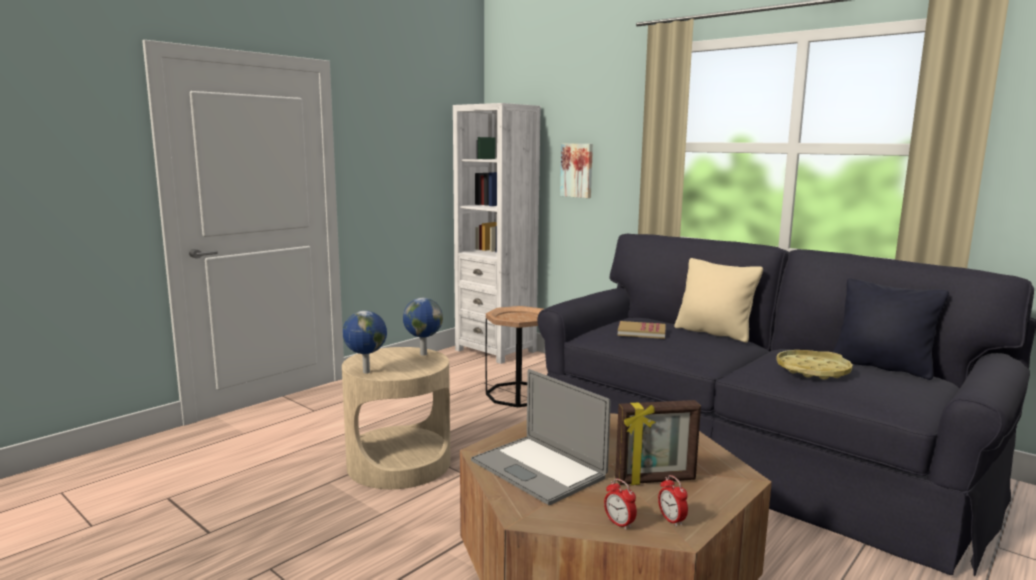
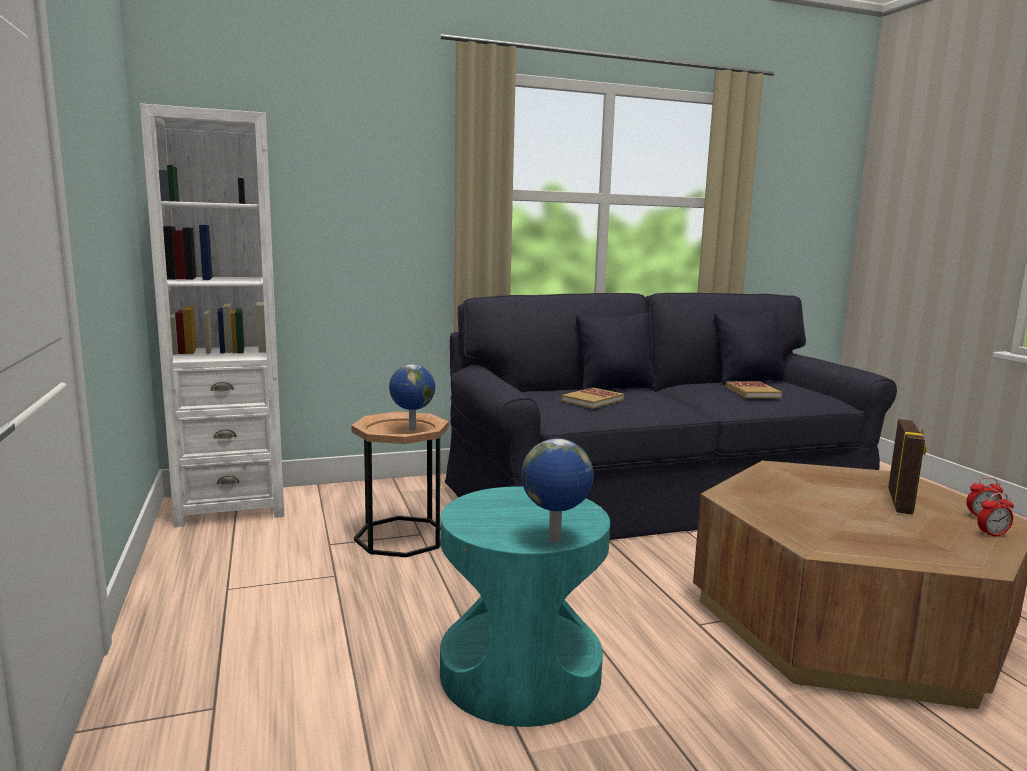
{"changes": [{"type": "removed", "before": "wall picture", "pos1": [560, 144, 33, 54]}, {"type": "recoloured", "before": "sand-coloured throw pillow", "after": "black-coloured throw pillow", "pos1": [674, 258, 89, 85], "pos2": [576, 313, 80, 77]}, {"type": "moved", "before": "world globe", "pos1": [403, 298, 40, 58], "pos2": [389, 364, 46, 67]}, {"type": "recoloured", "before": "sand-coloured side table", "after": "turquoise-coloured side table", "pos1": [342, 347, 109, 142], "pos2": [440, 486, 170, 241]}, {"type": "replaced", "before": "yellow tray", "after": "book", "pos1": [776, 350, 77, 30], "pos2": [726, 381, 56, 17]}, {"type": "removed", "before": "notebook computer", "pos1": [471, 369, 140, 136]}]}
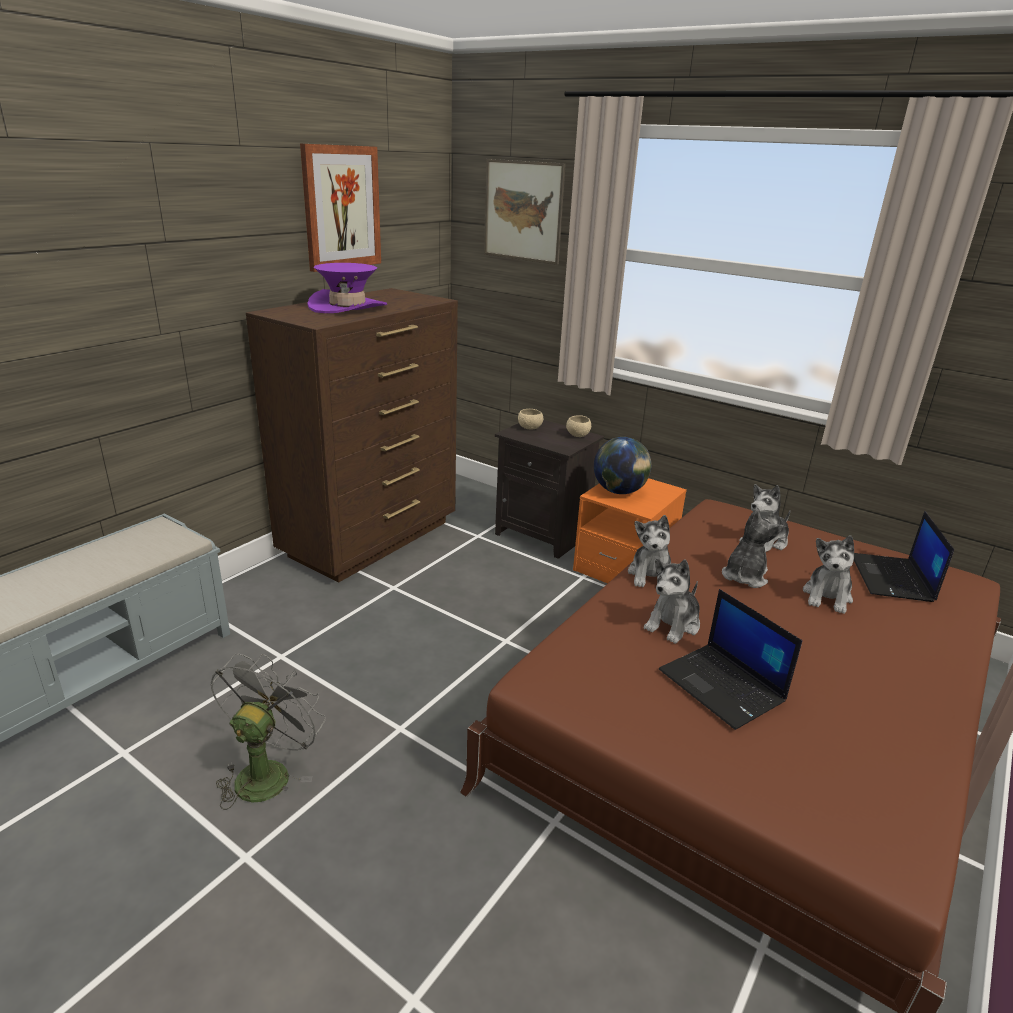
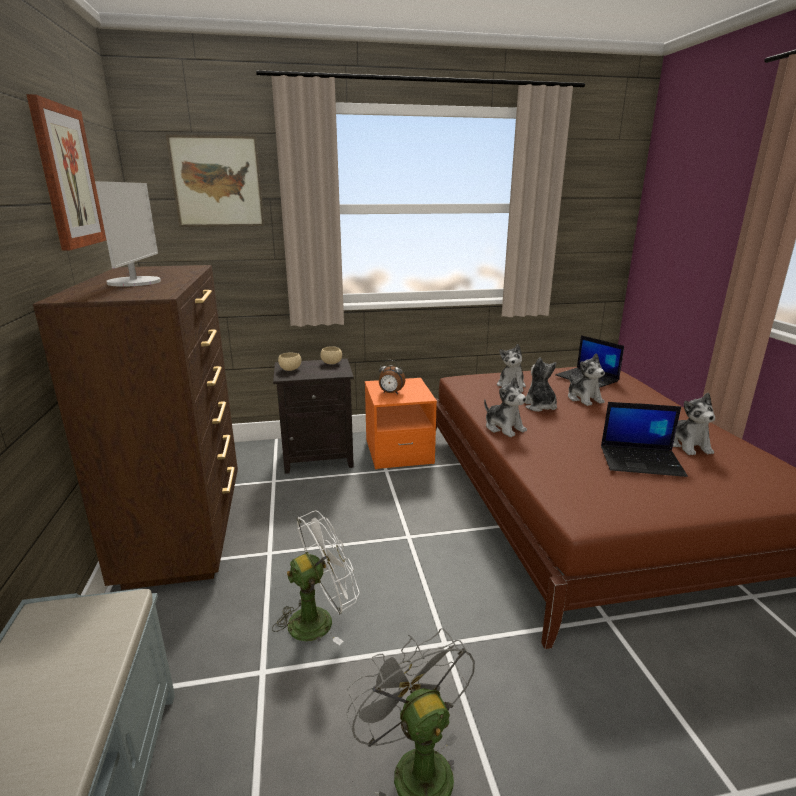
{"changes": [{"type": "replaced", "before": "purple clothing hat", "after": "computer screen", "pos1": [307, 263, 80, 50], "pos2": [95, 181, 66, 106]}, {"type": "replaced", "before": "world globe", "after": "table clock", "pos1": [594, 437, 58, 57], "pos2": [379, 360, 26, 34]}, {"type": "moved", "before": "cuddly toy", "pos1": [644, 558, 56, 86], "pos2": [673, 393, 42, 62]}, {"type": "added", "after": "whitish electric fan", "pos2": [272, 510, 88, 135]}]}
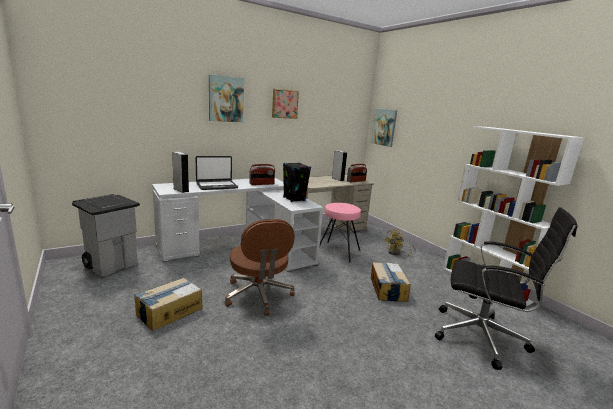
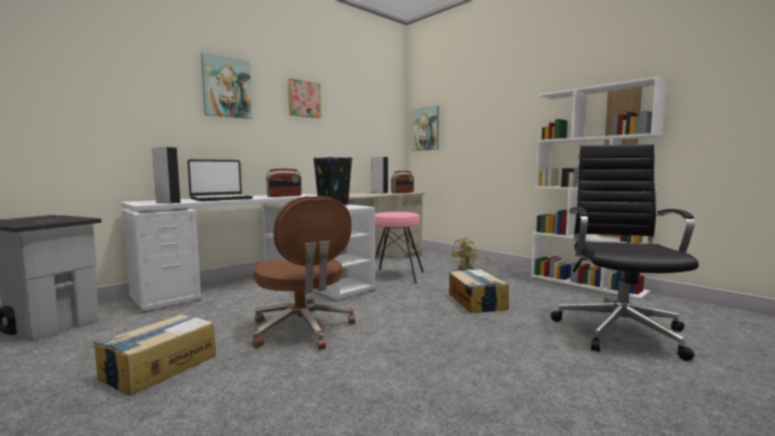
{"changes": [{"type": "turned", "before": "black-coloured computer chair", "pos1": [435, 207, 143, 163], "pos2": [551, 144, 148, 217], "turn": -90}]}
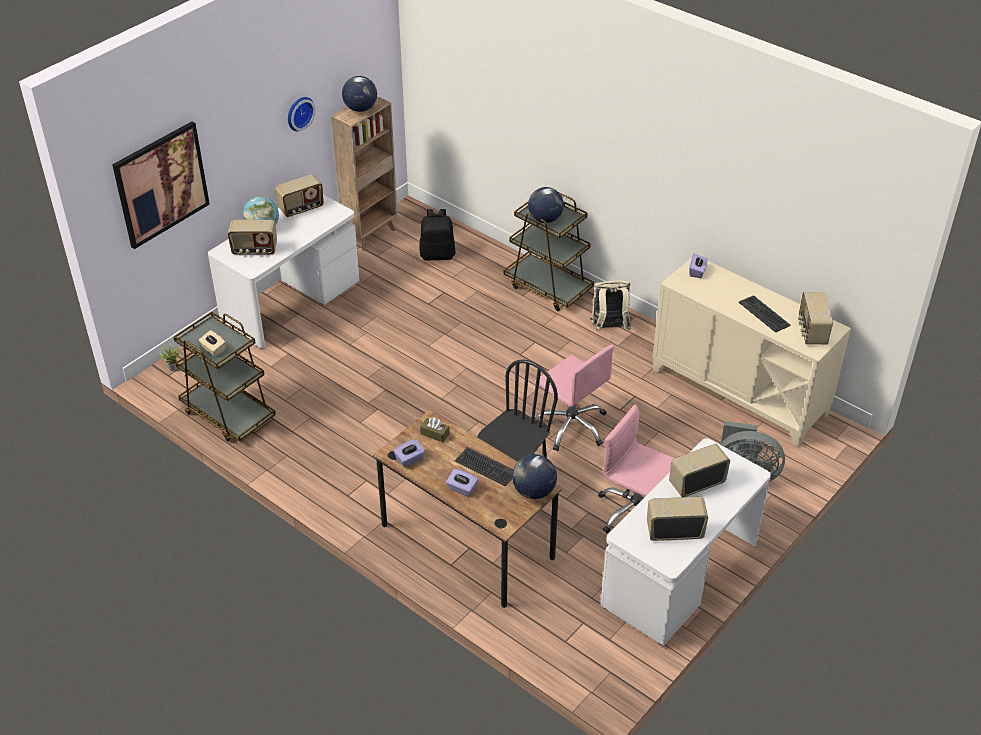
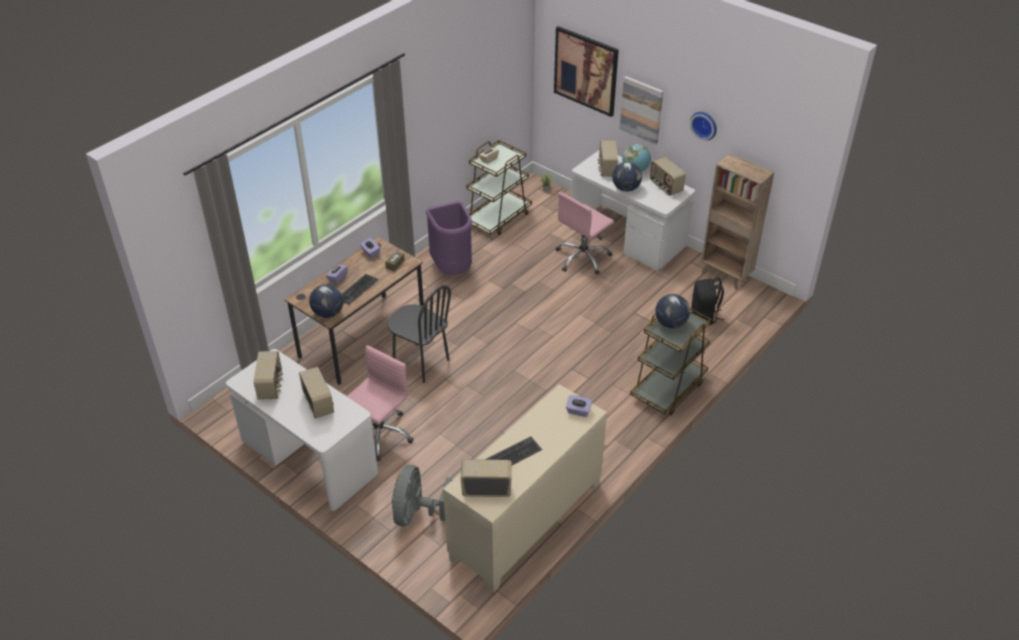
{"changes": [{"type": "moved", "before": "world globe", "pos1": [342, 76, 35, 36], "pos2": [612, 162, 30, 30]}, {"type": "removed", "before": "sand-coloured backpack", "pos1": [590, 280, 41, 52]}, {"type": "moved", "before": "pink-coloured computer chair", "pos1": [534, 345, 80, 106], "pos2": [556, 192, 58, 83]}, {"type": "added", "after": "wall picture", "pos2": [620, 76, 43, 69]}, {"type": "added", "after": "purple rubbish bin", "pos2": [426, 201, 46, 74]}]}
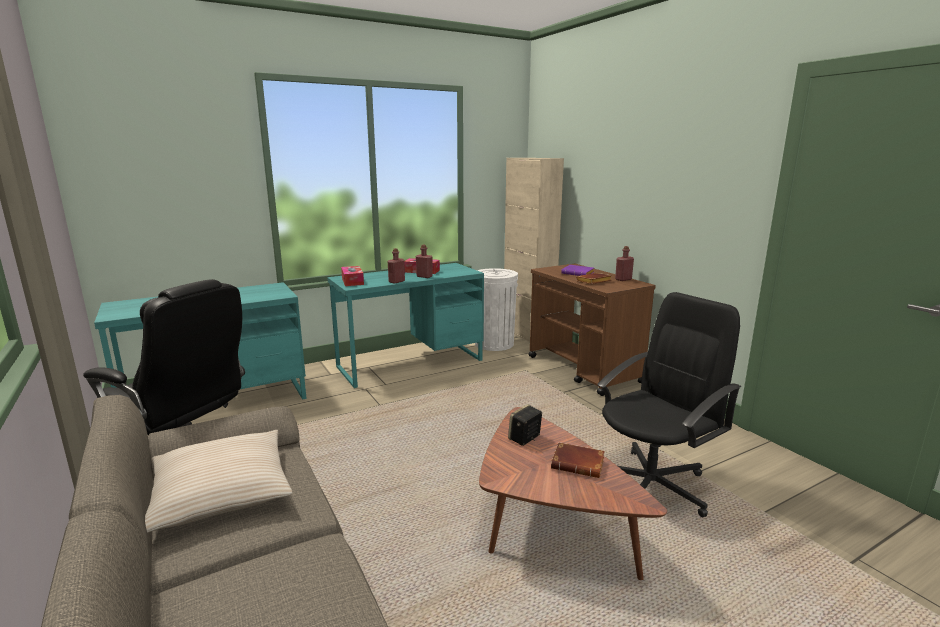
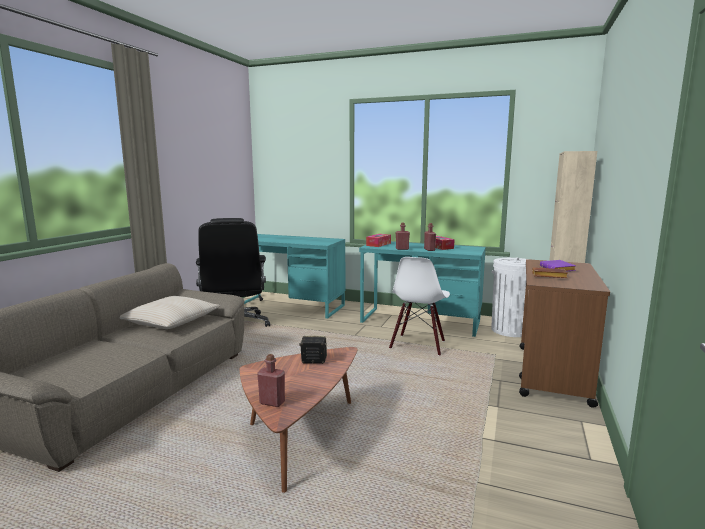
{"changes": [{"type": "moved", "before": "reddish drink bottle", "pos1": [615, 246, 19, 35], "pos2": [257, 354, 28, 53]}, {"type": "removed", "before": "black-coloured computer chair", "pos1": [597, 292, 144, 225]}, {"type": "removed", "before": "brown-coloured book", "pos1": [551, 442, 54, 36]}, {"type": "added", "after": "whitish upright chair", "pos2": [389, 257, 61, 99]}]}
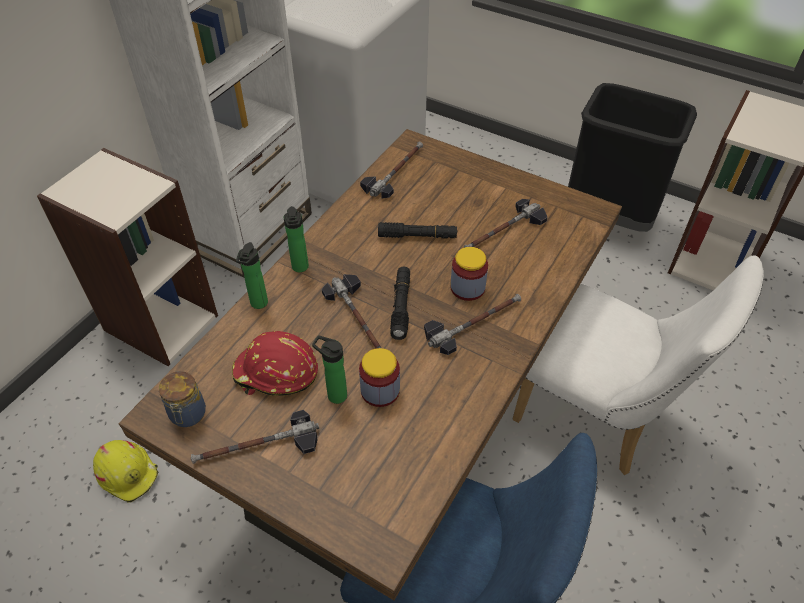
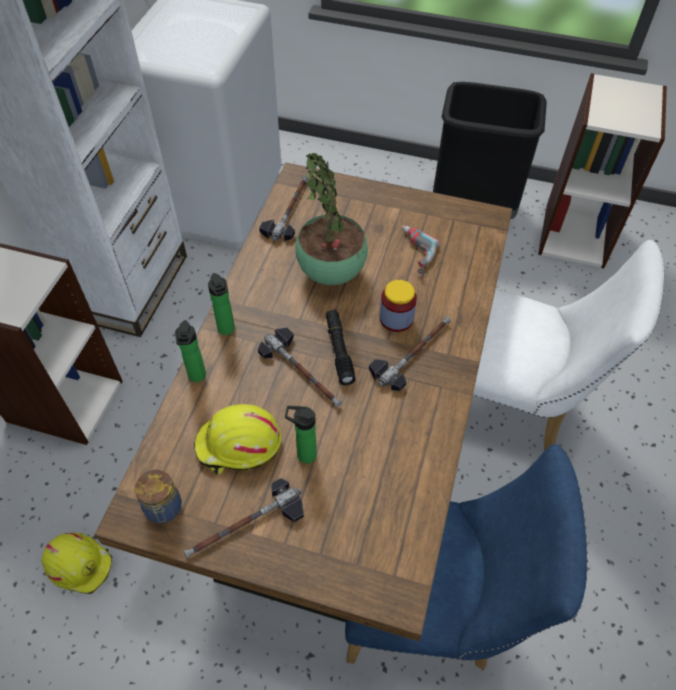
{"changes": [{"type": "replaced", "before": "hammer", "after": "power drill", "pos1": [464, 199, 84, 49], "pos2": [402, 226, 38, 53]}, {"type": "replaced", "before": "black-coloured flashlight", "after": "plant in a pot", "pos1": [378, 222, 79, 16], "pos2": [296, 153, 72, 132]}, {"type": "recoloured", "before": "reddish hard hat", "after": "yellow hard hat", "pos1": [232, 331, 86, 65], "pos2": [194, 404, 88, 70]}, {"type": "removed", "before": "storage jar", "pos1": [359, 348, 41, 59]}]}
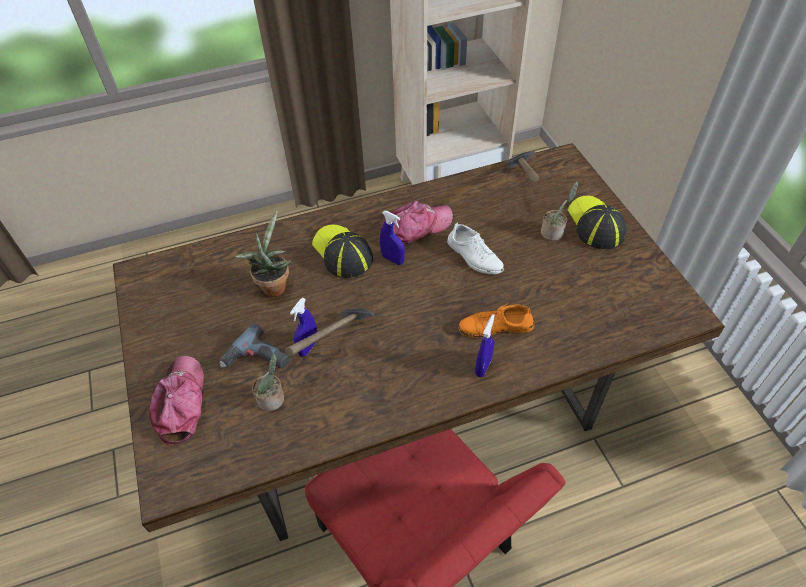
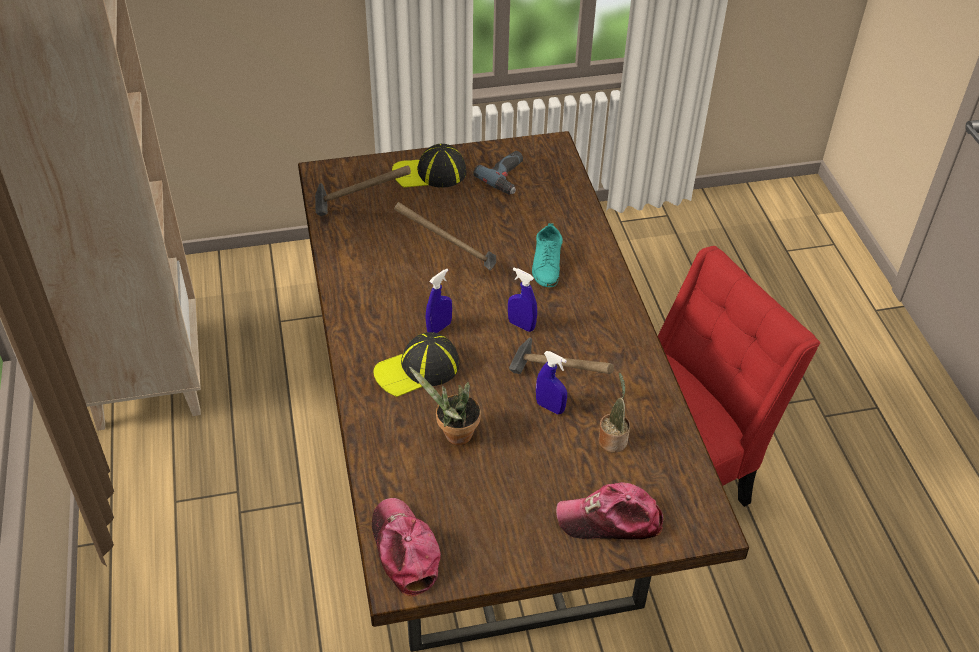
{"changes": [{"type": "removed", "before": "plant in a pot", "pos1": [541, 181, 37, 60]}, {"type": "moved", "before": "cap", "pos1": [379, 201, 74, 44], "pos2": [372, 498, 69, 98]}, {"type": "replaced", "before": "whitish item of footwear", "after": "hammer", "pos1": [447, 223, 57, 51], "pos2": [394, 202, 102, 68]}, {"type": "recoloured", "before": "orangey item of footwear", "after": "turquoise-coloured item of footwear", "pos1": [458, 303, 76, 35], "pos2": [532, 223, 31, 64]}, {"type": "moved", "before": "blue spray bottle", "pos1": [475, 314, 20, 63], "pos2": [508, 267, 29, 65]}, {"type": "moved", "before": "power drill", "pos1": [220, 323, 70, 46], "pos2": [473, 151, 50, 44]}]}
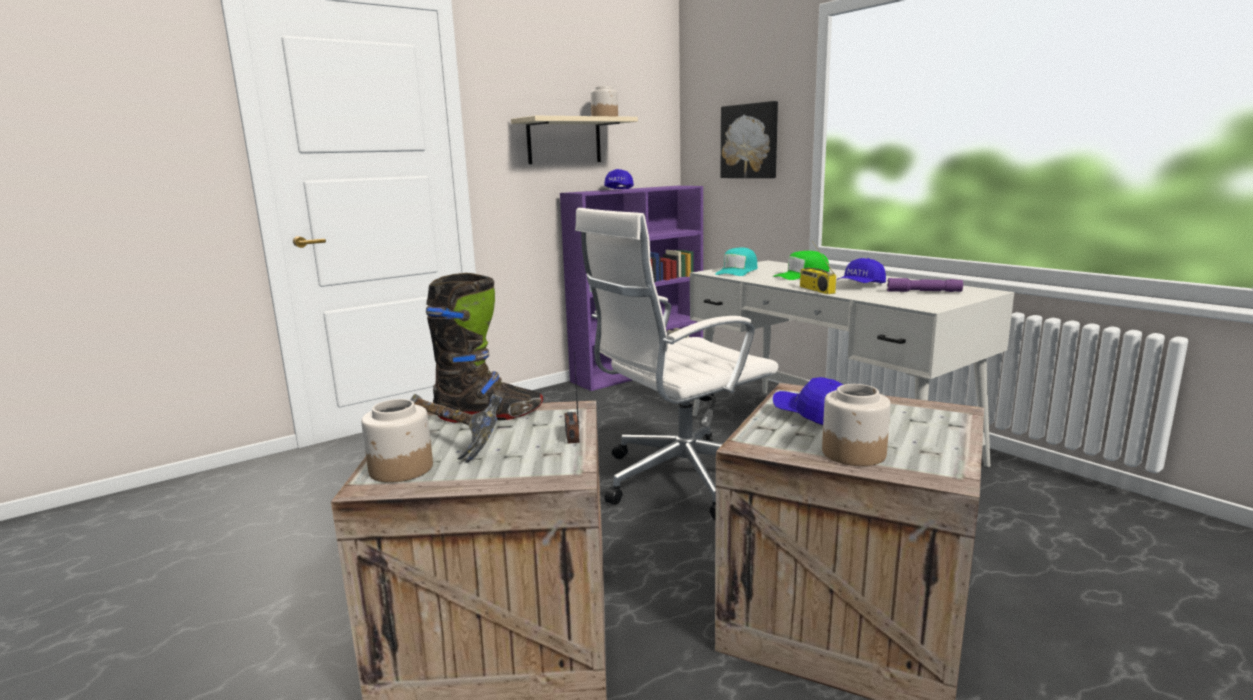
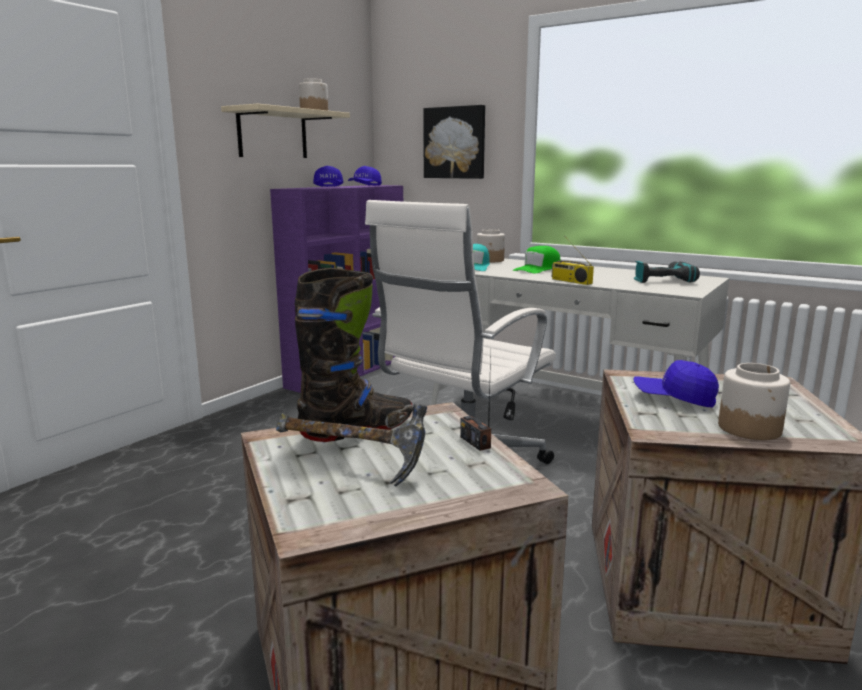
{"changes": [{"type": "moved", "before": "blue cap", "pos1": [837, 258, 49, 25], "pos2": [348, 166, 34, 19]}, {"type": "replaced", "before": "purple flashlight", "after": "power drill", "pos1": [887, 278, 76, 14], "pos2": [633, 261, 67, 22]}, {"type": "moved", "before": "storage jar", "pos1": [361, 399, 72, 84], "pos2": [477, 229, 28, 33]}]}
